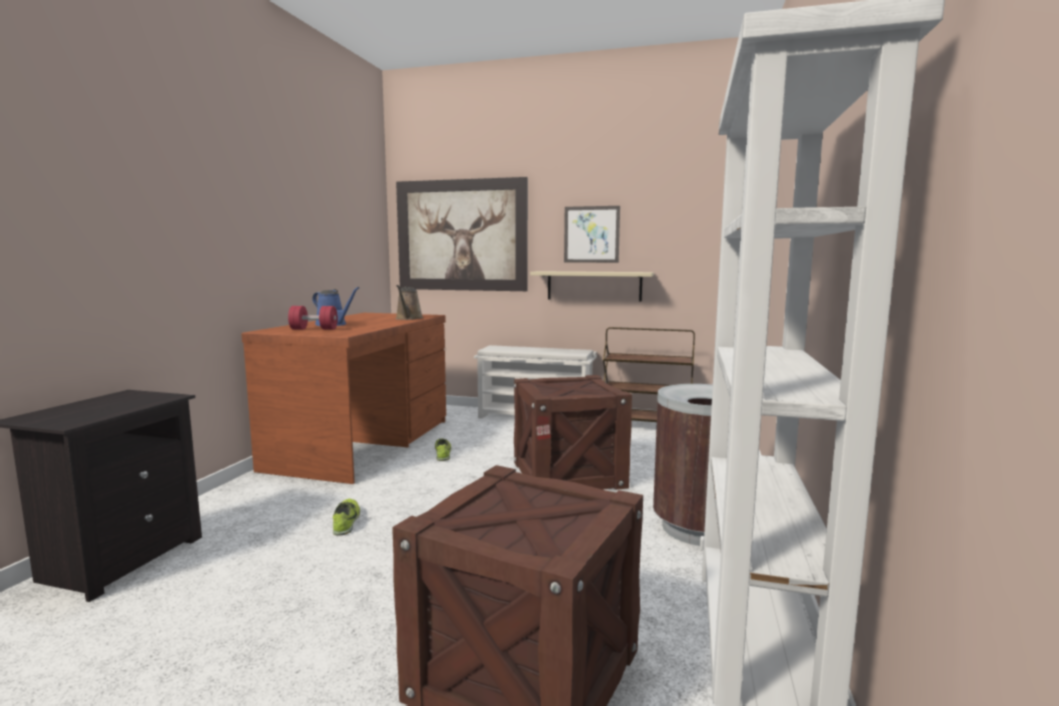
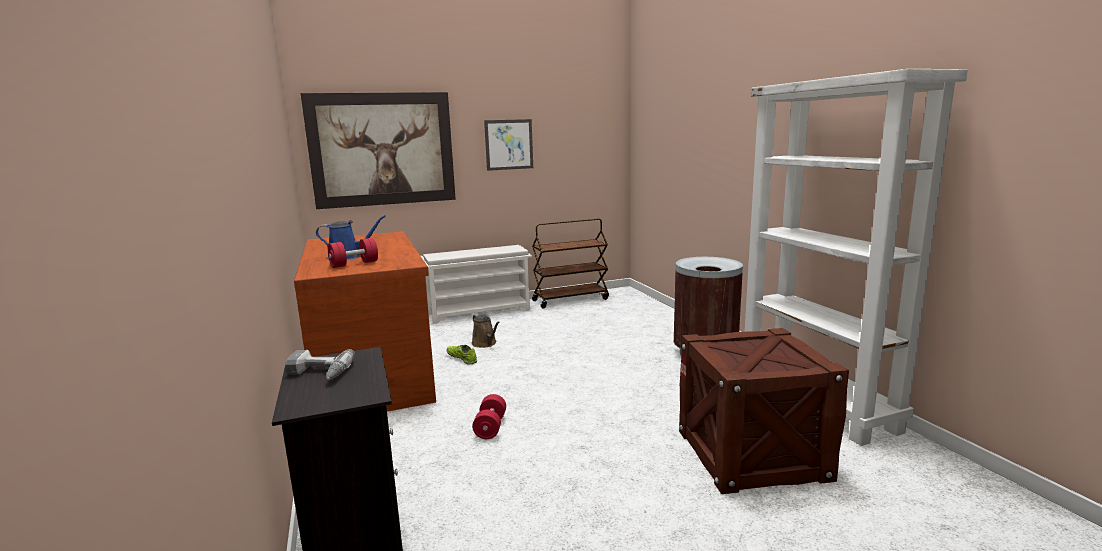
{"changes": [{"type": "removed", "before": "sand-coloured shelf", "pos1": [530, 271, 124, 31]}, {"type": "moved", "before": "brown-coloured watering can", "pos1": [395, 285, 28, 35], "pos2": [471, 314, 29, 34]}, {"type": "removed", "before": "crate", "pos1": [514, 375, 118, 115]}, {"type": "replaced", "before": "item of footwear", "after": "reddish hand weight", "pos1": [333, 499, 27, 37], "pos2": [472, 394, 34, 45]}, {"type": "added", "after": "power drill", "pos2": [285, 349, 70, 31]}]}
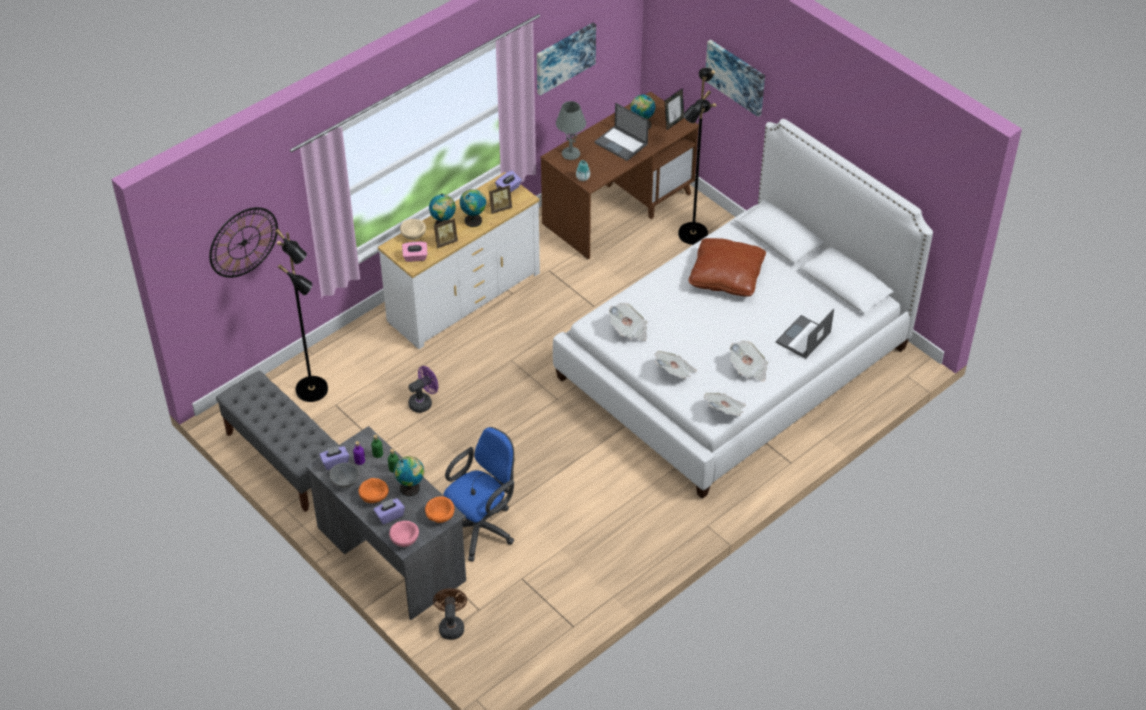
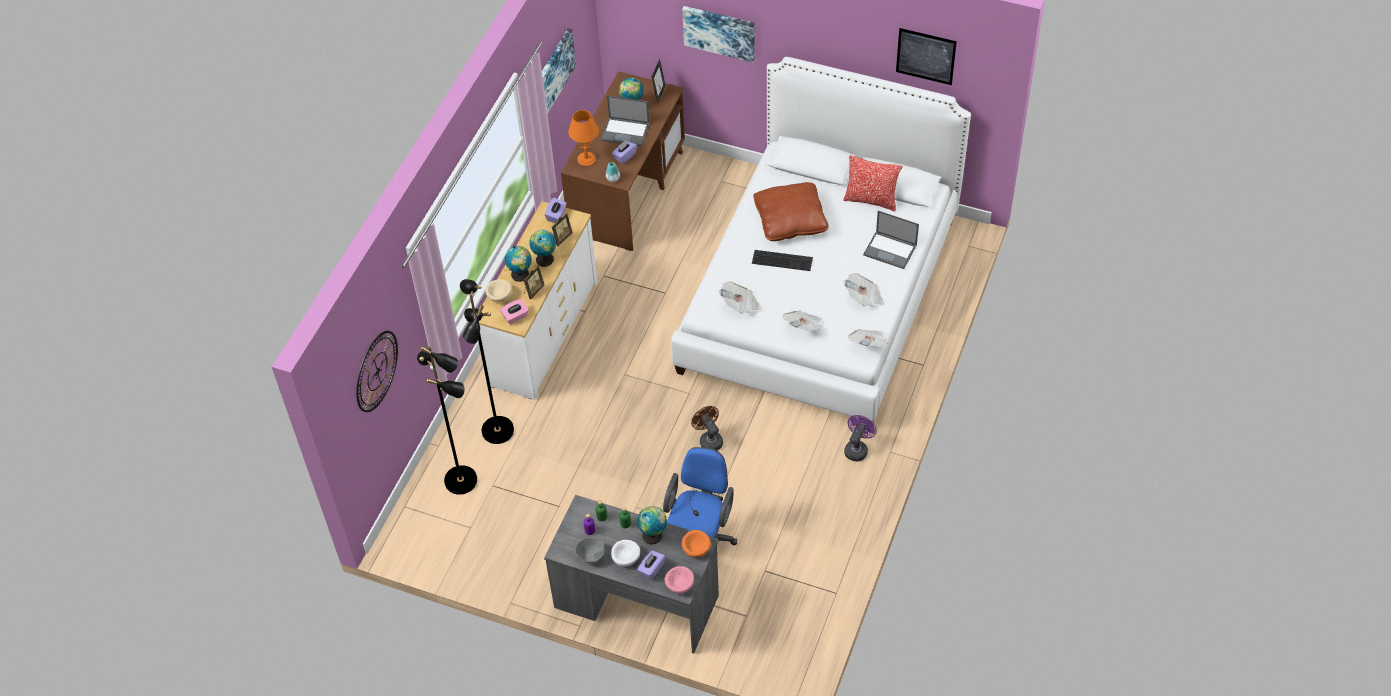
{"changes": [{"type": "moved", "before": "black-coloured standard lamp", "pos1": [678, 68, 38, 177], "pos2": [460, 279, 54, 165]}, {"type": "recoloured", "before": "greyish table lamp", "after": "orangey table lamp", "pos1": [556, 101, 30, 59], "pos2": [568, 110, 31, 56]}, {"type": "turned", "before": "notebook computer", "pos1": [776, 309, 58, 50], "pos2": [863, 211, 56, 58], "turn": -75}, {"type": "moved", "before": "purple electric fan", "pos1": [408, 366, 30, 47], "pos2": [844, 415, 32, 46]}, {"type": "removed", "before": "greyish bench", "pos1": [216, 370, 123, 142]}, {"type": "moved", "before": "purple tissue box", "pos1": [319, 446, 30, 24], "pos2": [612, 140, 25, 24]}, {"type": "recoloured", "before": "orangey serving bowl", "after": "whitish serving bowl", "pos1": [359, 478, 30, 25], "pos2": [611, 540, 29, 26]}, {"type": "moved", "before": "brown-coloured electric fan", "pos1": [433, 588, 34, 52], "pos2": [691, 406, 32, 45]}, {"type": "added", "after": "wall picture", "pos2": [896, 28, 61, 57]}, {"type": "added", "after": "throw pillow", "pos2": [843, 156, 59, 55]}, {"type": "added", "after": "PC keyboard", "pos2": [752, 250, 61, 21]}]}
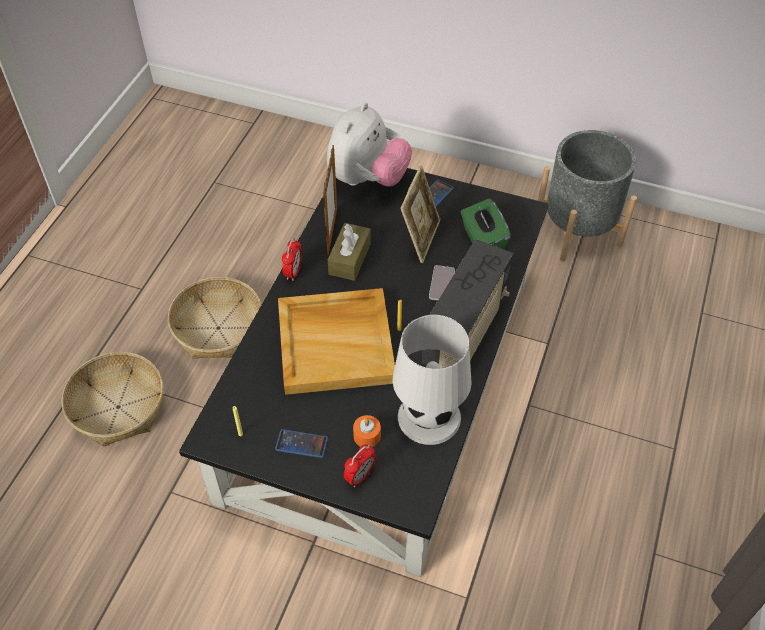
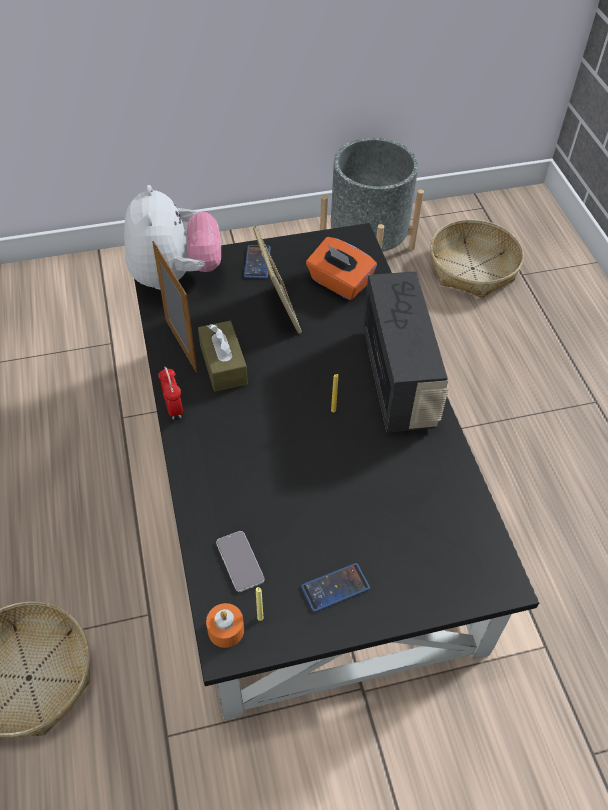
{"changes": [{"type": "recoloured", "before": "green tissue box", "after": "orangey tissue box", "pos1": [461, 198, 50, 52], "pos2": [306, 237, 71, 63]}, {"type": "moved", "before": "telephone", "pos1": [429, 265, 26, 36], "pos2": [216, 531, 48, 61]}, {"type": "moved", "before": "storage basket", "pos1": [168, 277, 93, 82], "pos2": [430, 219, 94, 79]}, {"type": "removed", "before": "sand-coloured tray", "pos1": [278, 288, 117, 107]}, {"type": "removed", "before": "whitish table lamp", "pos1": [393, 315, 79, 130]}, {"type": "moved", "before": "orangey candle", "pos1": [353, 415, 28, 32], "pos2": [206, 603, 38, 45]}, {"type": "removed", "before": "table clock", "pos1": [344, 444, 32, 43]}]}
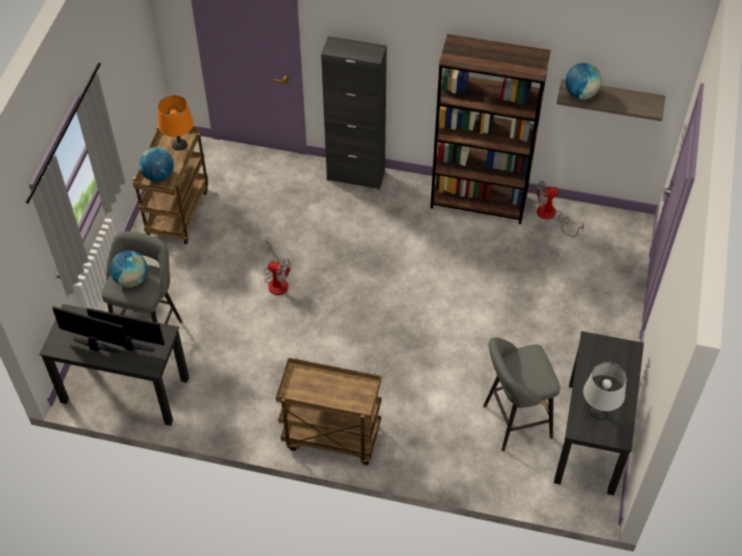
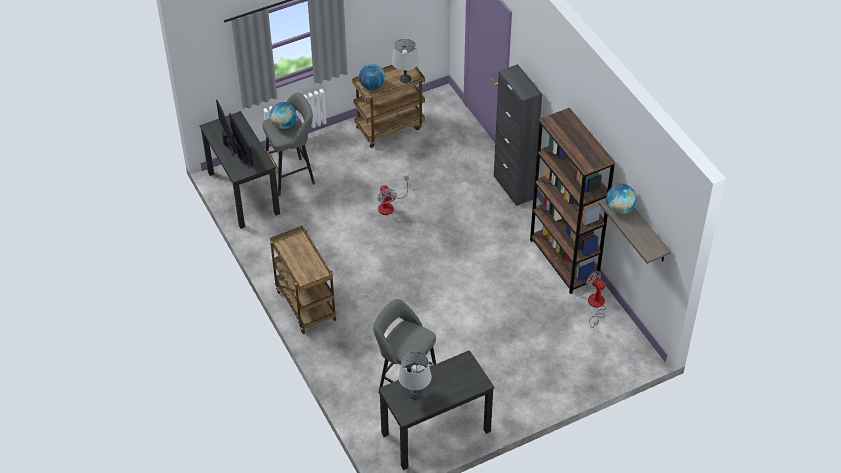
{"changes": [{"type": "recoloured", "before": "orangey table lamp", "after": "greyish table lamp", "pos1": [158, 95, 36, 56], "pos2": [392, 39, 27, 44]}]}
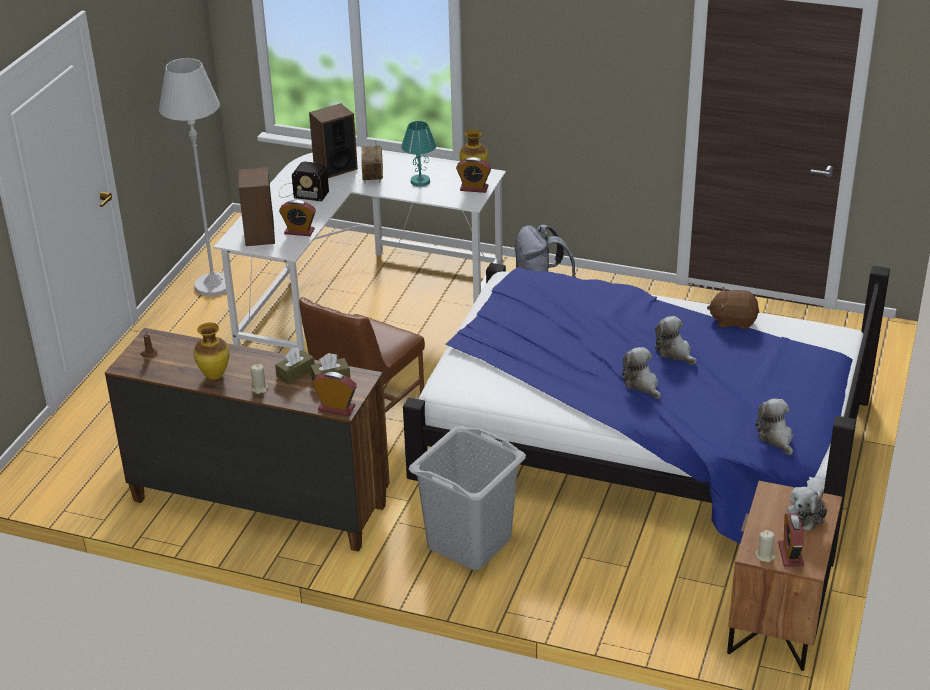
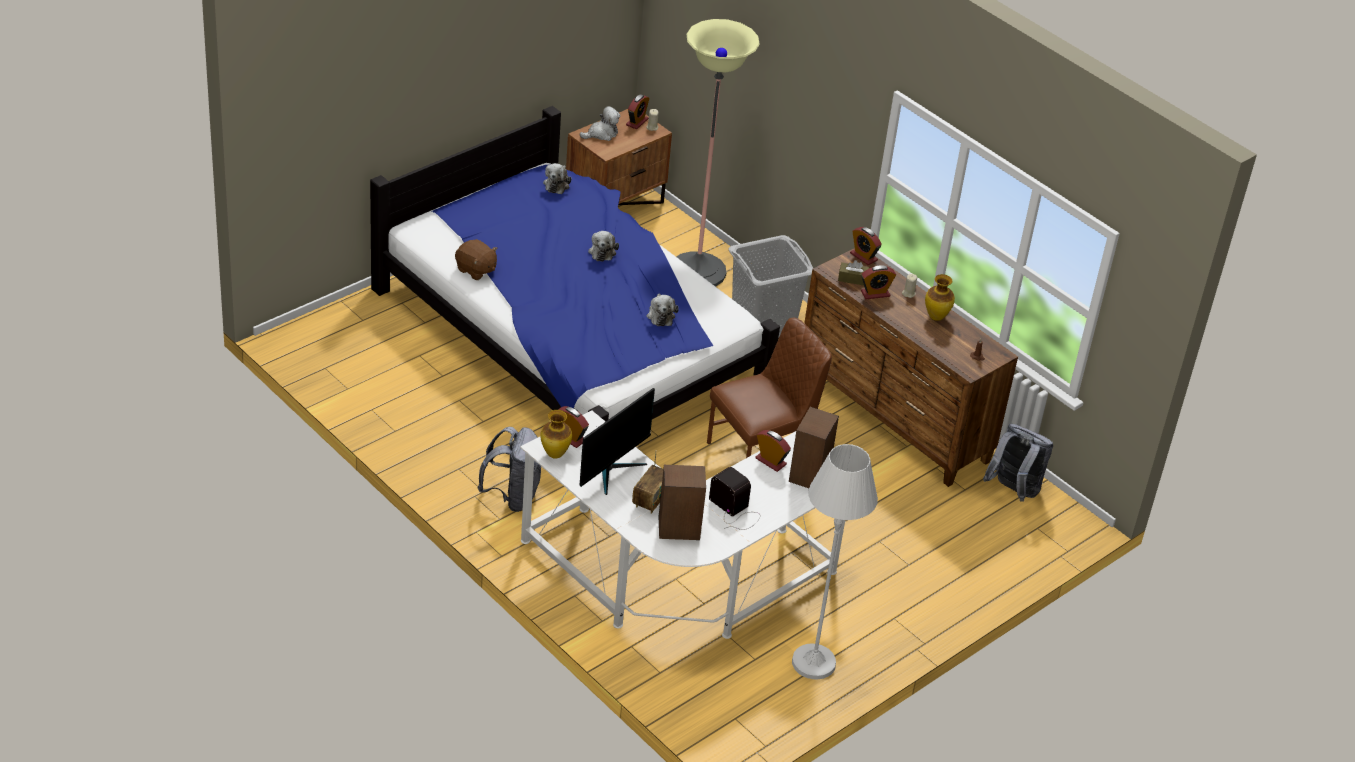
{"changes": [{"type": "replaced", "before": "turquoise-coloured table lamp", "after": "computer screen", "pos1": [401, 121, 36, 66], "pos2": [580, 388, 75, 107]}, {"type": "moved", "before": "cuddly toy", "pos1": [655, 316, 42, 49], "pos2": [646, 294, 33, 32]}, {"type": "replaced", "before": "brown-coloured tissue box", "after": "table clock", "pos1": [275, 348, 40, 37], "pos2": [861, 265, 35, 34]}, {"type": "added", "after": "standard lamp", "pos2": [676, 19, 84, 268]}, {"type": "added", "after": "greyish backpack", "pos2": [983, 424, 70, 78]}]}
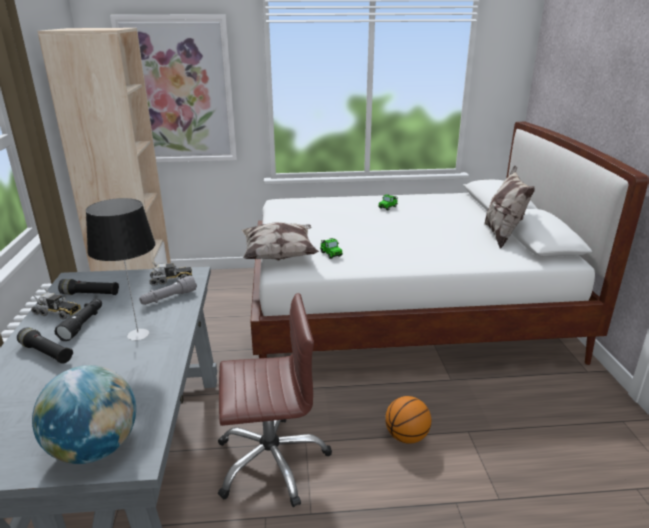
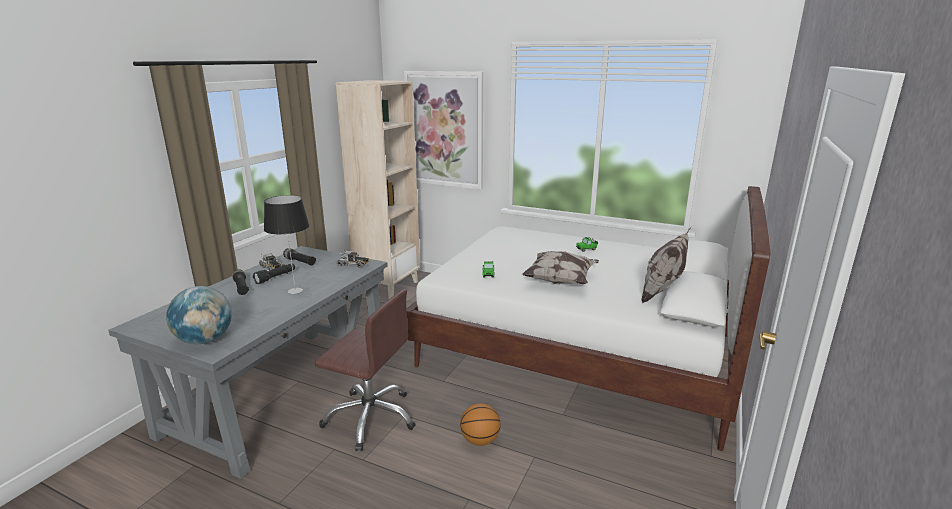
{"changes": [{"type": "moved", "before": "throw pillow", "pos1": [241, 222, 78, 39], "pos2": [522, 251, 77, 33]}, {"type": "removed", "before": "greyish flashlight", "pos1": [139, 275, 58, 30]}]}
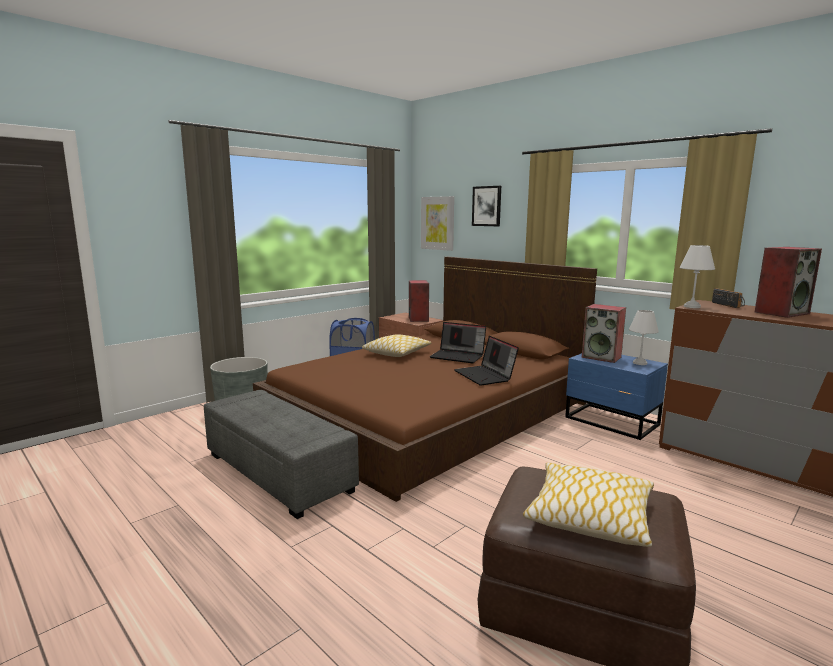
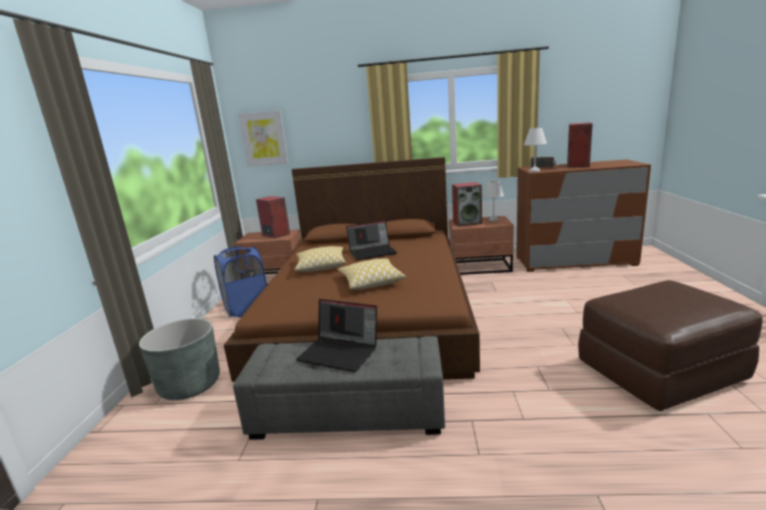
{"changes": [{"type": "removed", "before": "wall picture", "pos1": [472, 186, 29, 40]}, {"type": "moved", "before": "notebook computer", "pos1": [454, 336, 65, 50], "pos2": [296, 299, 81, 73]}, {"type": "recoloured", "before": "blue night table", "after": "brown-coloured night table", "pos1": [565, 353, 103, 87], "pos2": [449, 216, 65, 59]}, {"type": "moved", "before": "throw pillow", "pos1": [523, 462, 131, 85], "pos2": [338, 259, 68, 31]}]}
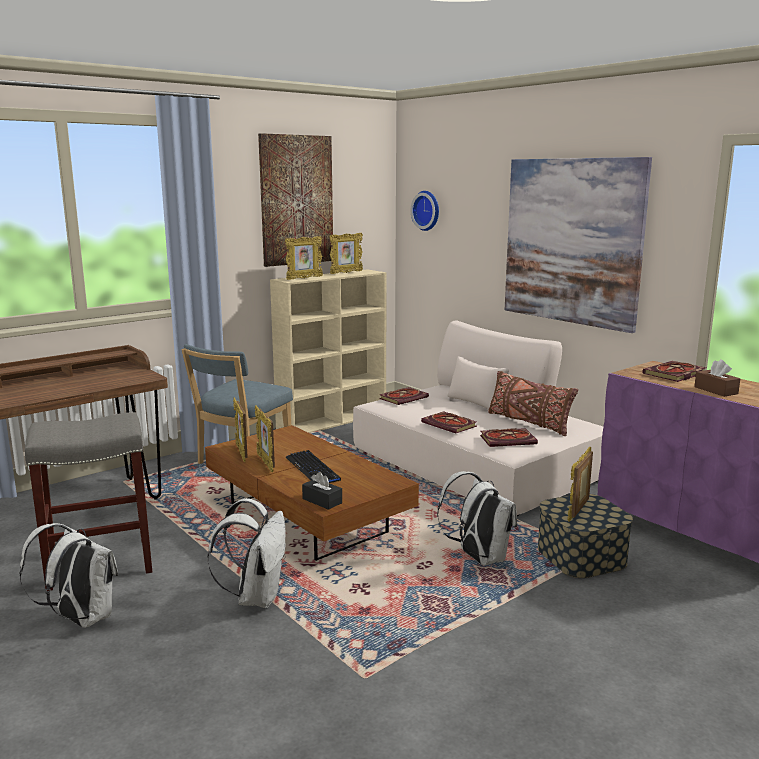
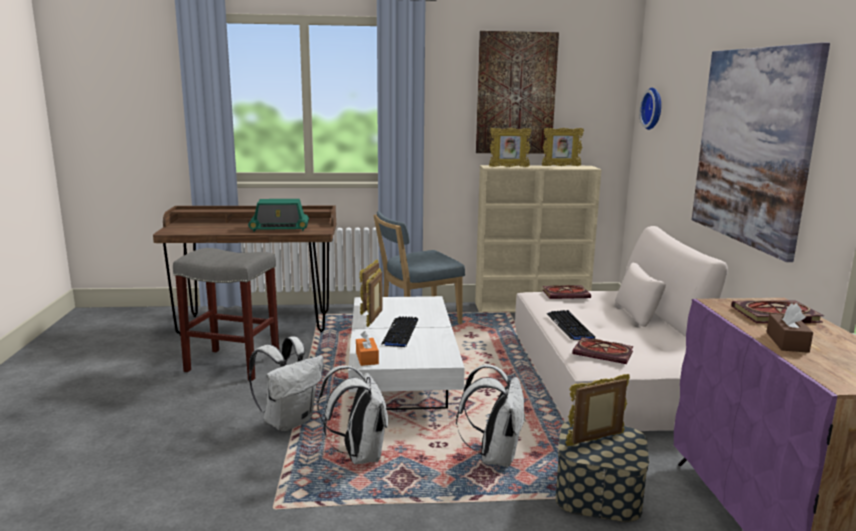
{"changes": [{"type": "removed", "before": "brown-coloured throw pillow", "pos1": [488, 371, 90, 65]}, {"type": "replaced", "before": "book", "after": "PC keyboard", "pos1": [421, 411, 56, 22], "pos2": [547, 310, 48, 30]}, {"type": "recoloured", "before": "brown-coloured coffee table", "after": "whitish coffee table", "pos1": [205, 425, 214, 136], "pos2": [348, 296, 117, 114]}, {"type": "recoloured", "before": "black-coloured tissue box", "after": "orangey tissue box", "pos1": [302, 472, 40, 38], "pos2": [356, 331, 23, 35]}, {"type": "moved", "before": "whitish backpack", "pos1": [19, 523, 99, 105], "pos2": [317, 365, 71, 99]}, {"type": "added", "after": "radio receiver", "pos2": [248, 199, 61, 33]}]}
